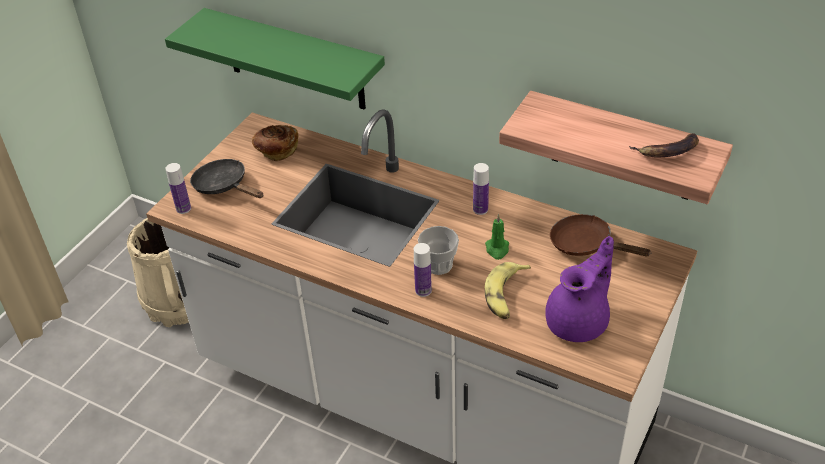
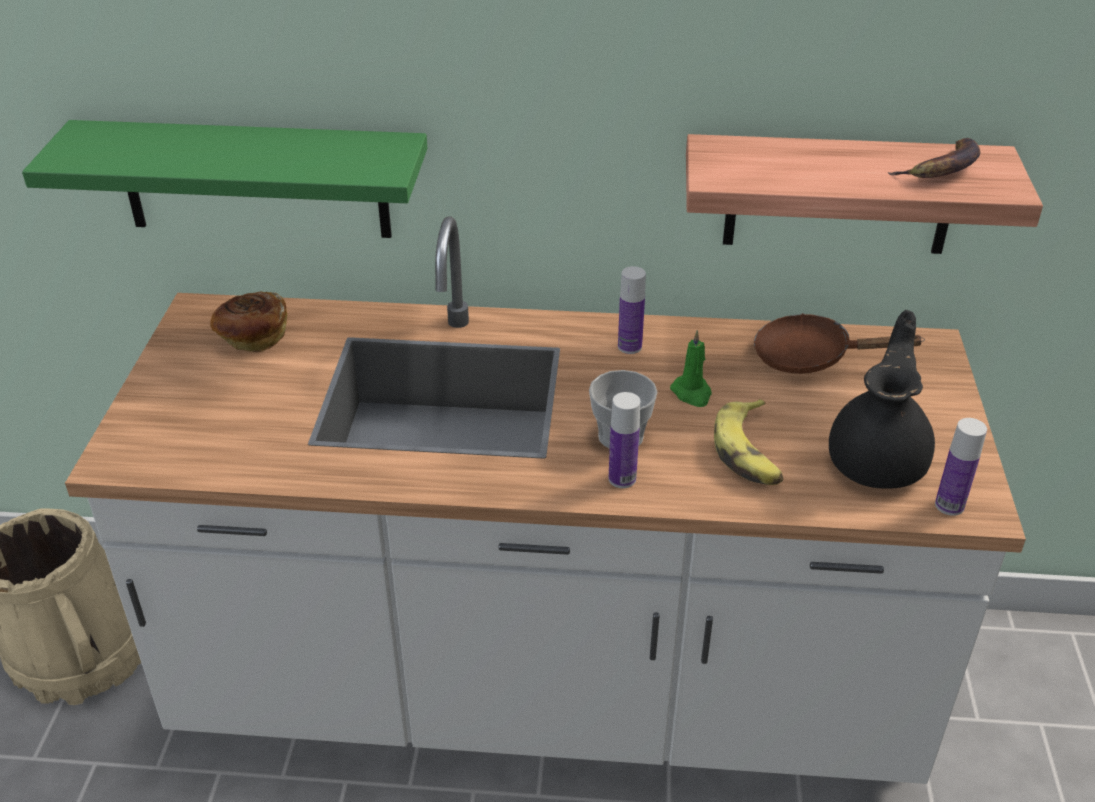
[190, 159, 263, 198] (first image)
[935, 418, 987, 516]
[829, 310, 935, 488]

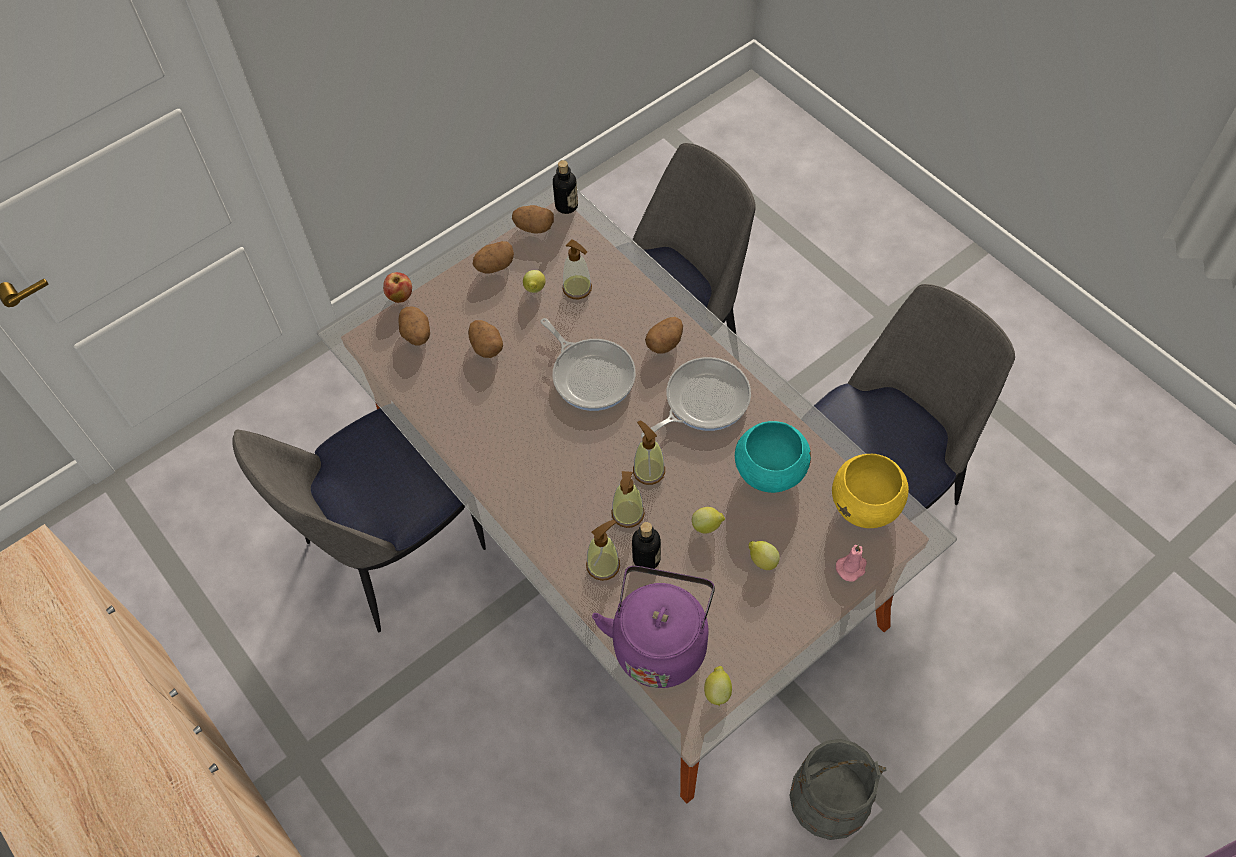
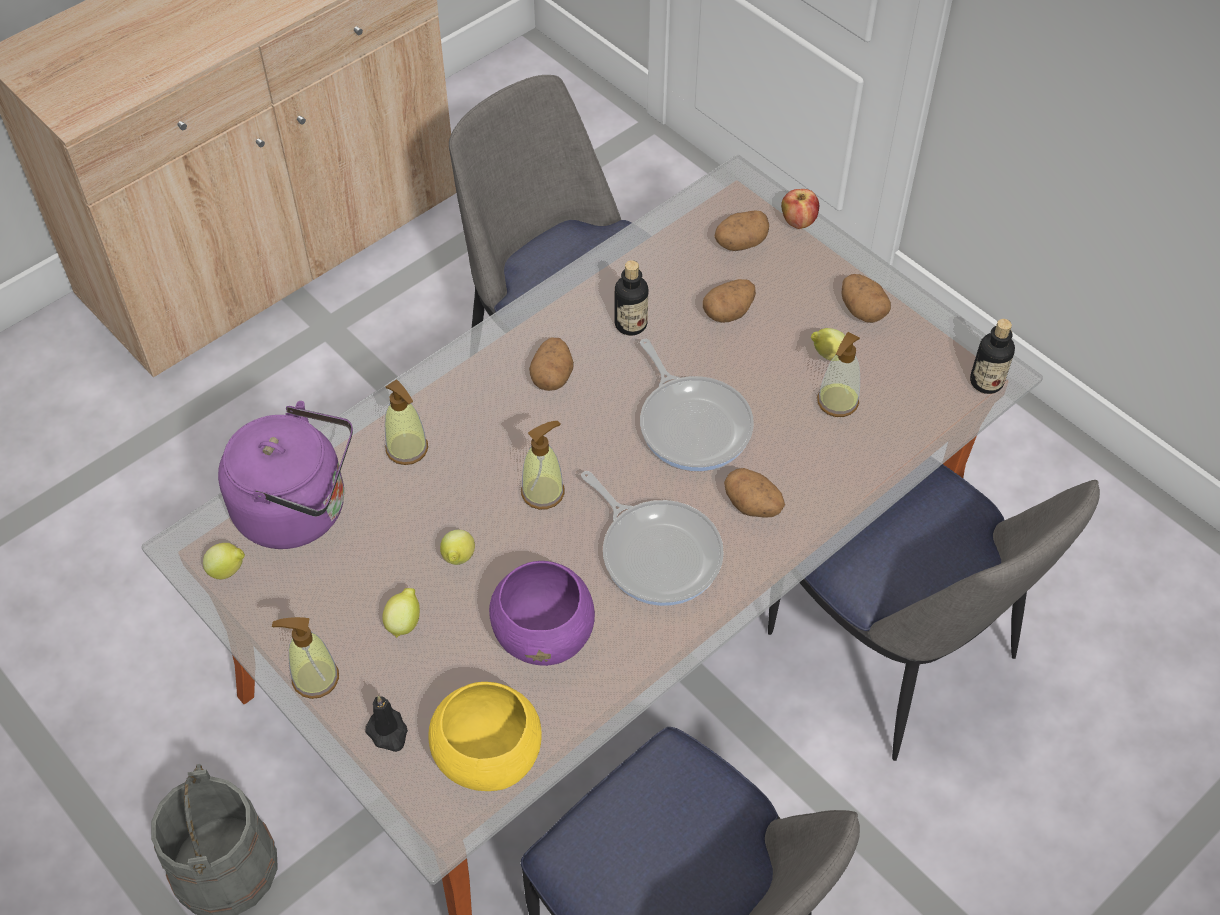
[529, 338, 574, 391]
[640, 339, 754, 471]
[489, 561, 595, 666]
[272, 617, 339, 699]
[614, 260, 648, 335]
[365, 695, 408, 752]

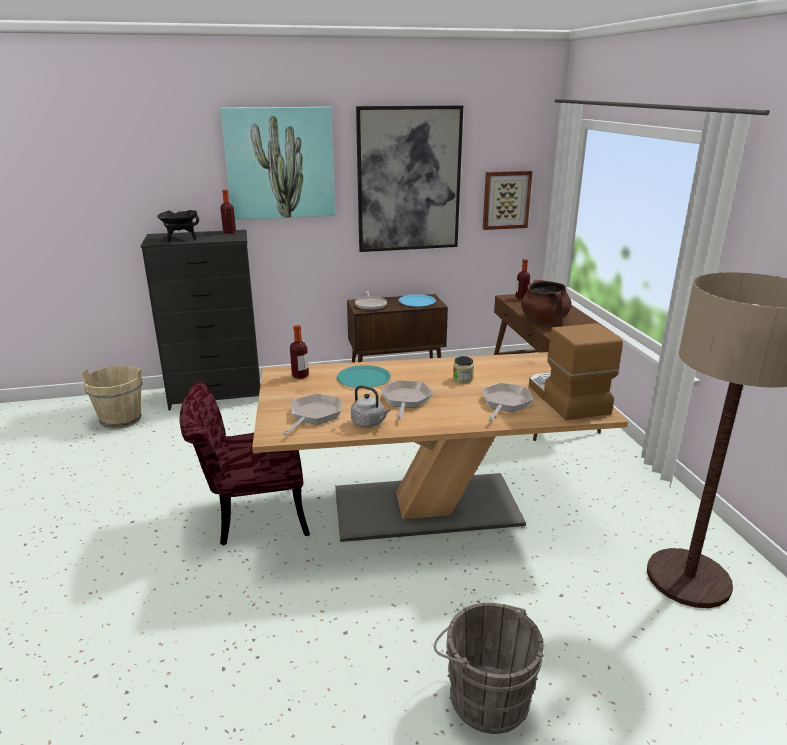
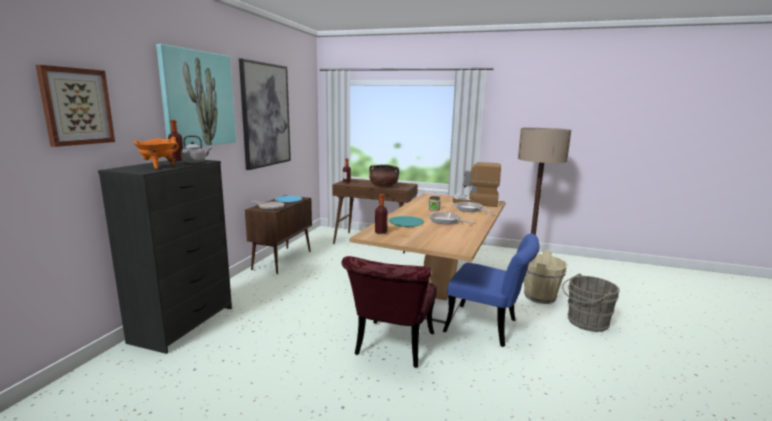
[36, 65, 115, 147]
[133, 137, 179, 169]
[524, 250, 568, 304]
[181, 135, 212, 163]
[284, 393, 342, 435] (first image)
[443, 233, 540, 347]

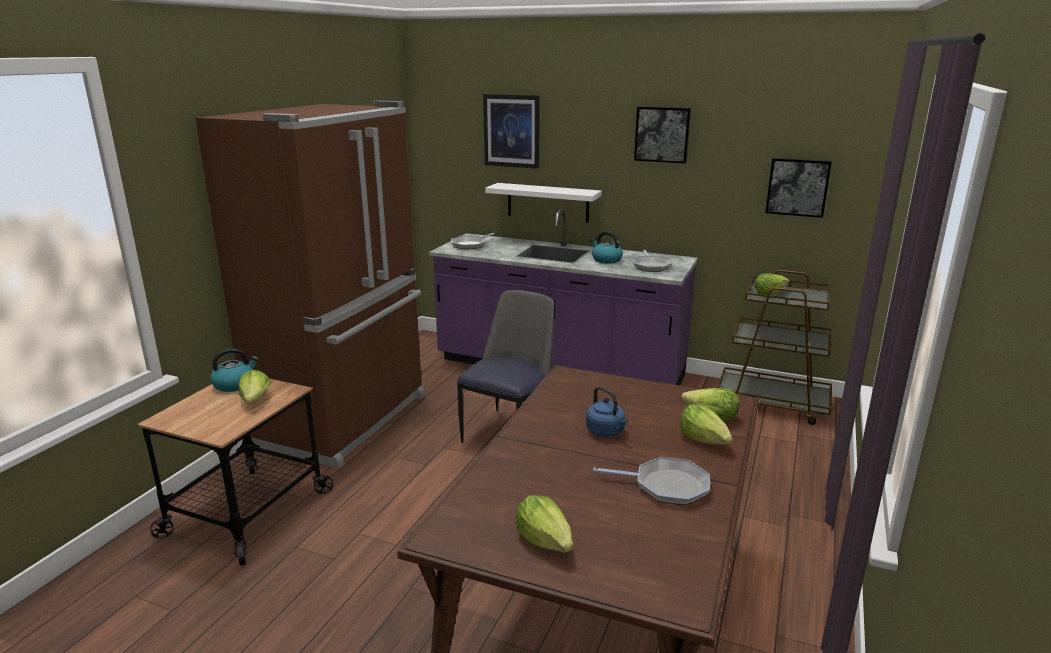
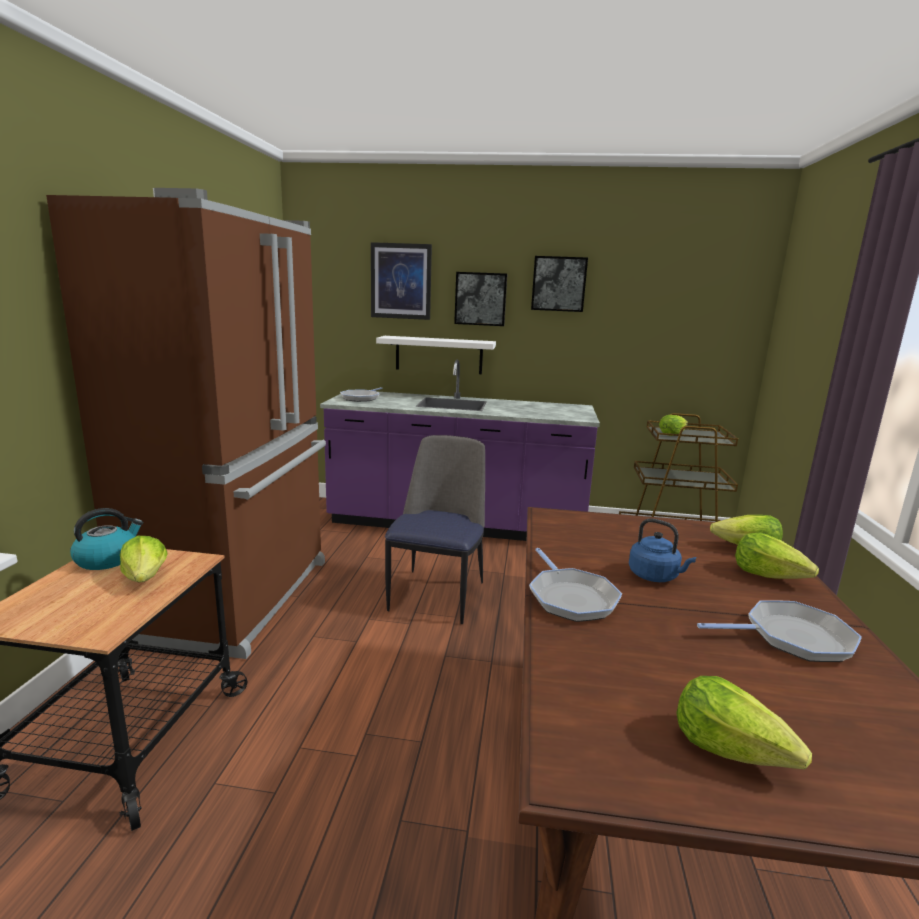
[454, 272, 507, 326]
[591, 231, 623, 264] (first image)
[529, 548, 622, 622]

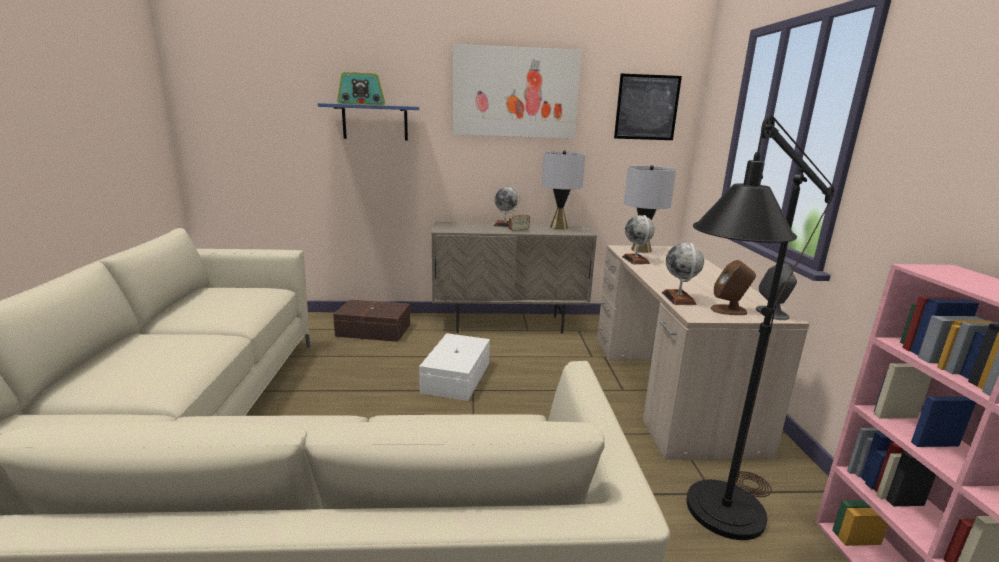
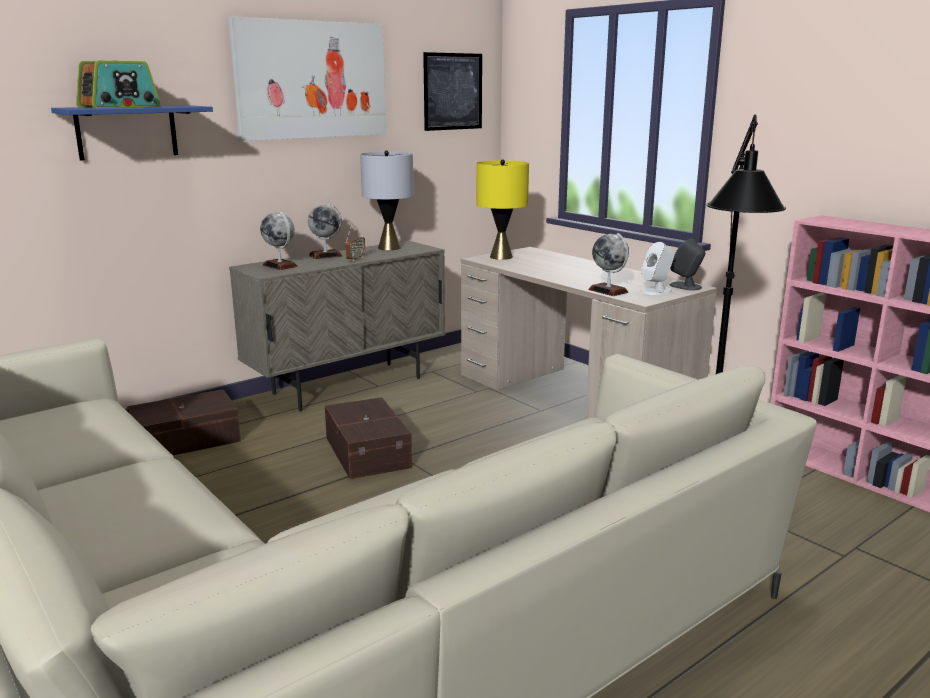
[476, 159, 529, 260]
[260, 211, 298, 270]
[641, 242, 674, 295]
[325, 397, 412, 479]

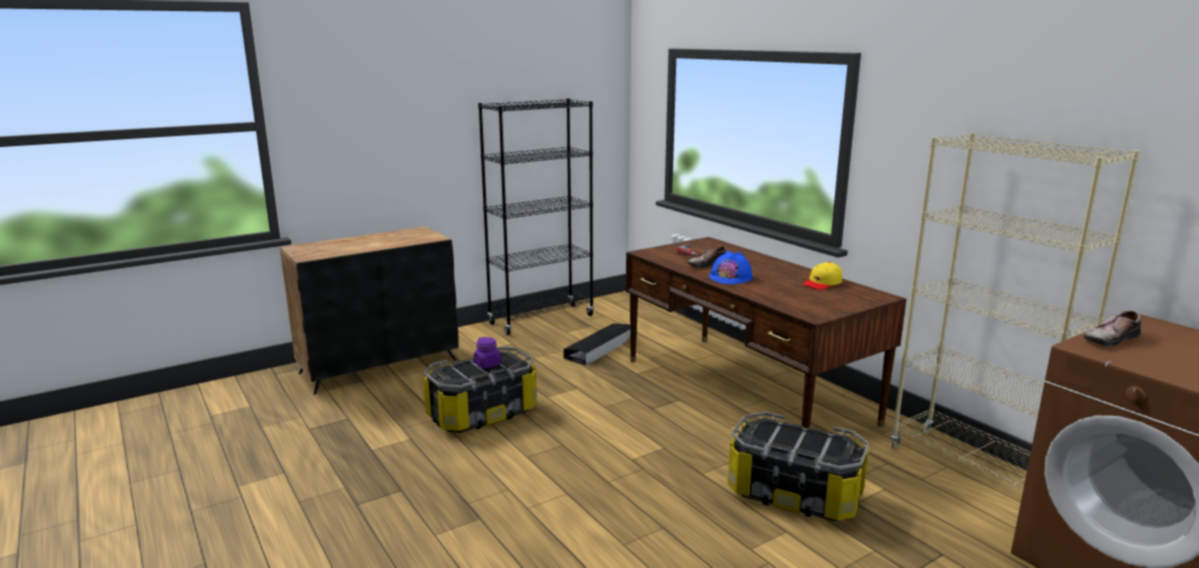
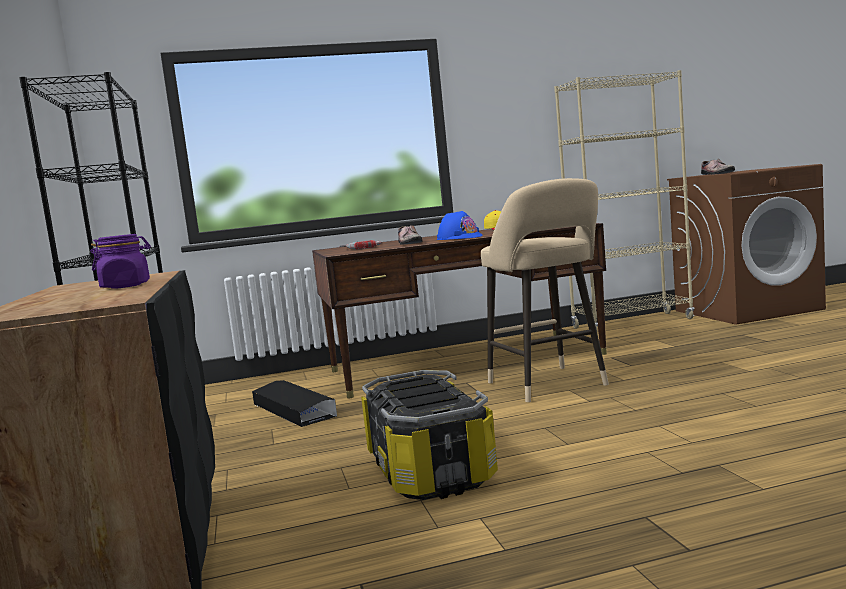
[91, 234, 151, 289]
[728, 412, 869, 521] (first image)
[481, 178, 609, 402]

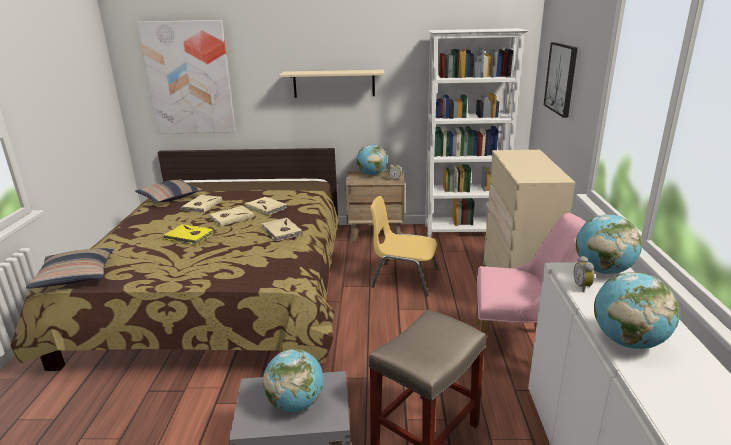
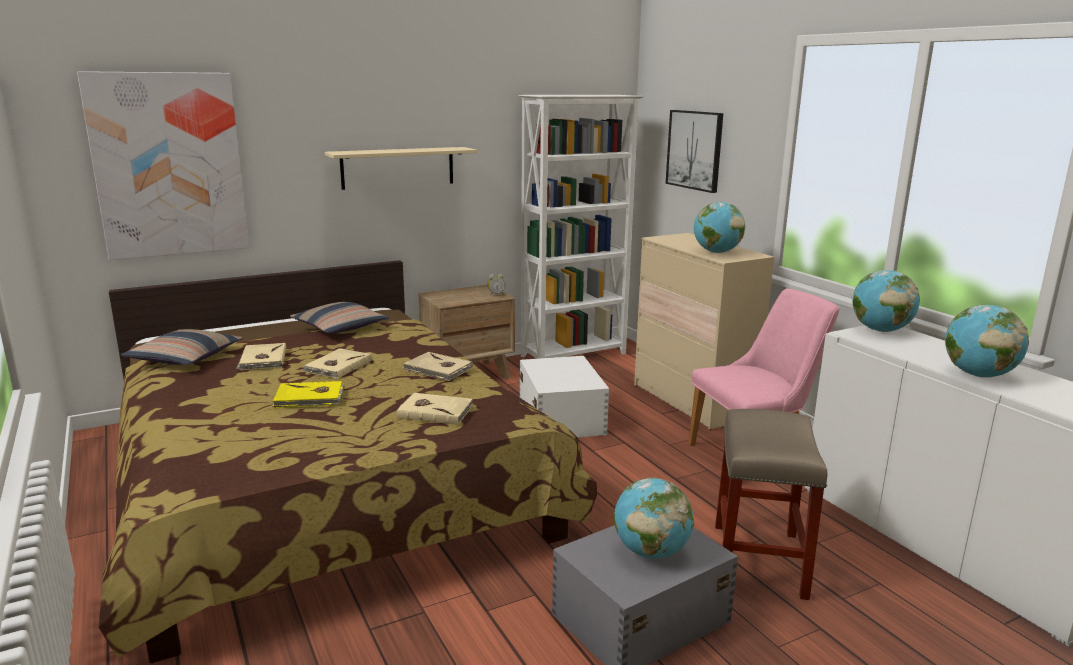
[694, 202, 745, 253]
[519, 356, 609, 437]
[396, 393, 473, 425]
[290, 302, 389, 333]
[574, 256, 594, 292] (first image)

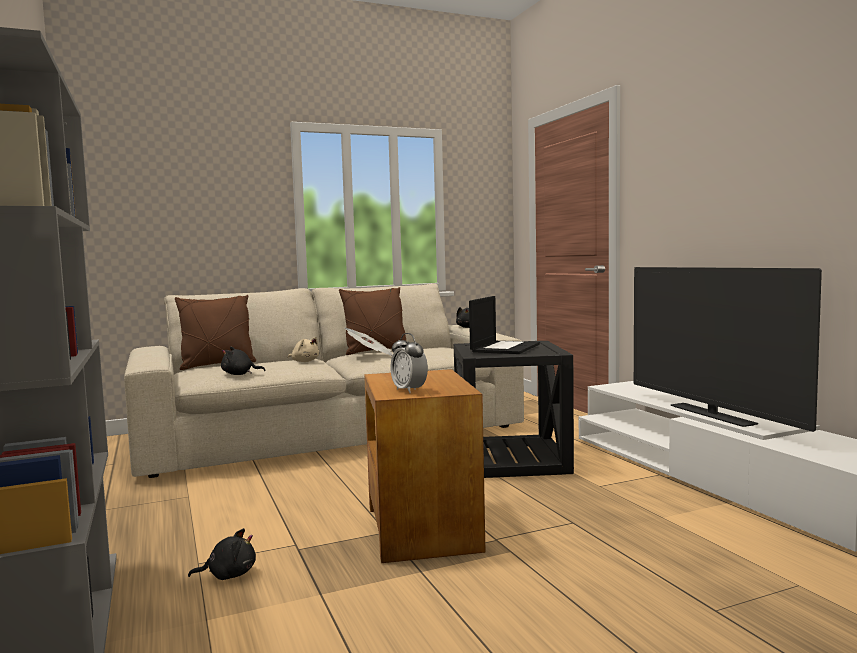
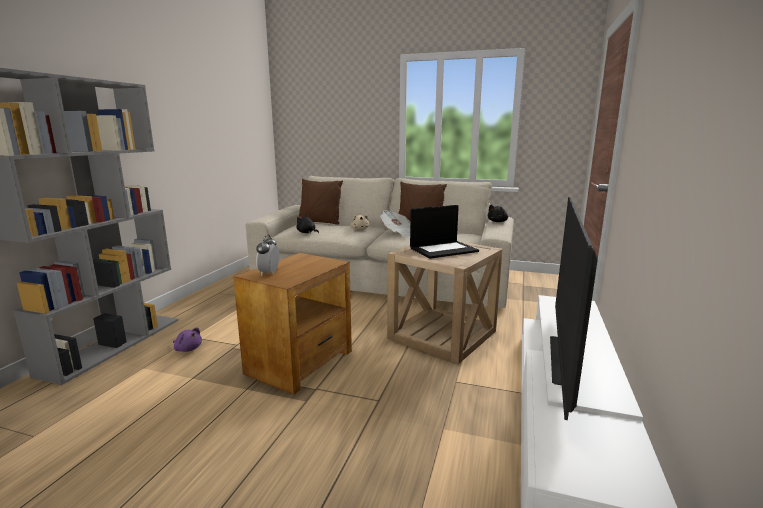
[387, 241, 503, 364]
[173, 327, 202, 352]

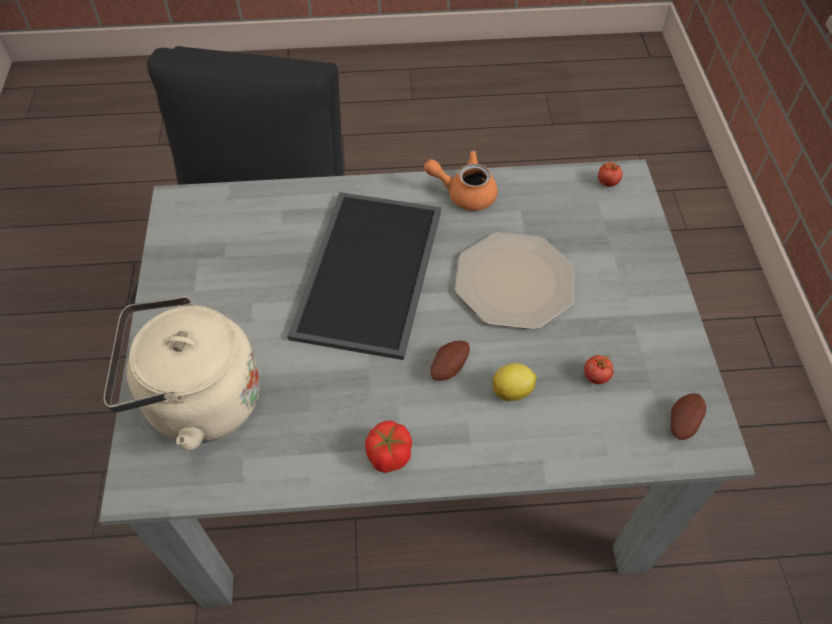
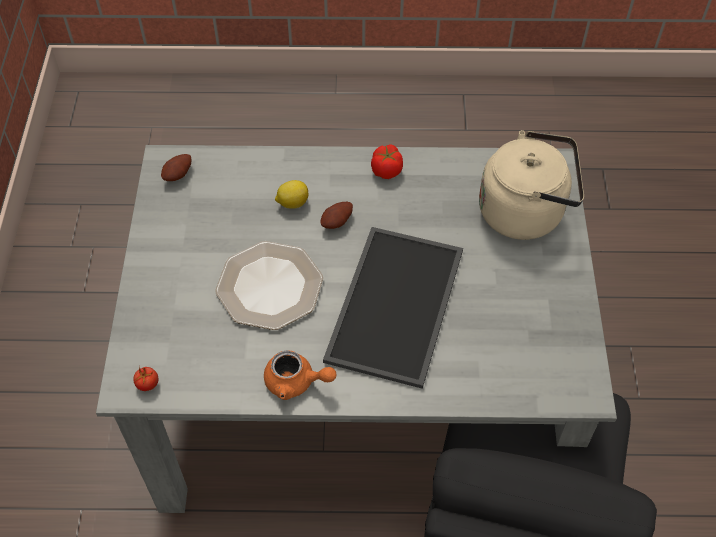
[584, 355, 614, 384] (first image)

